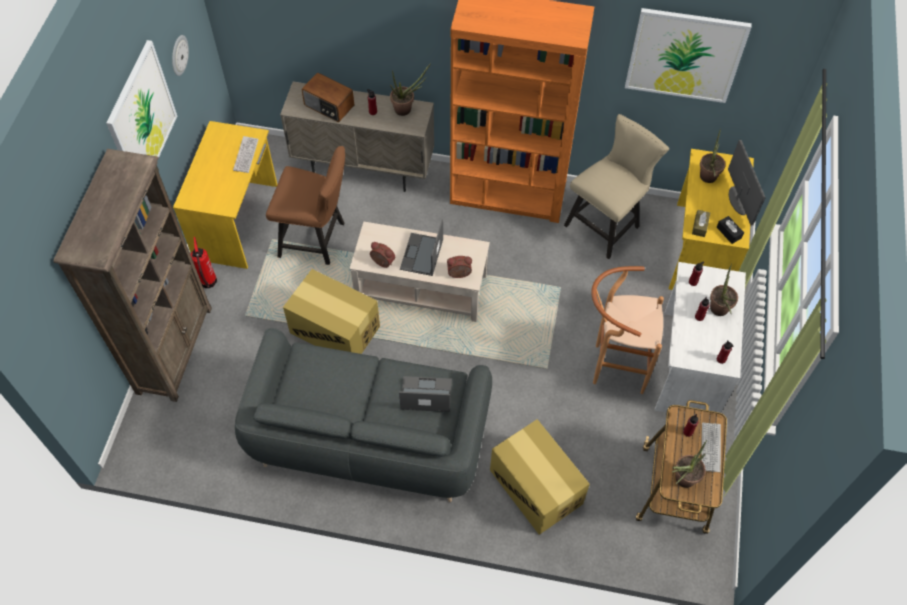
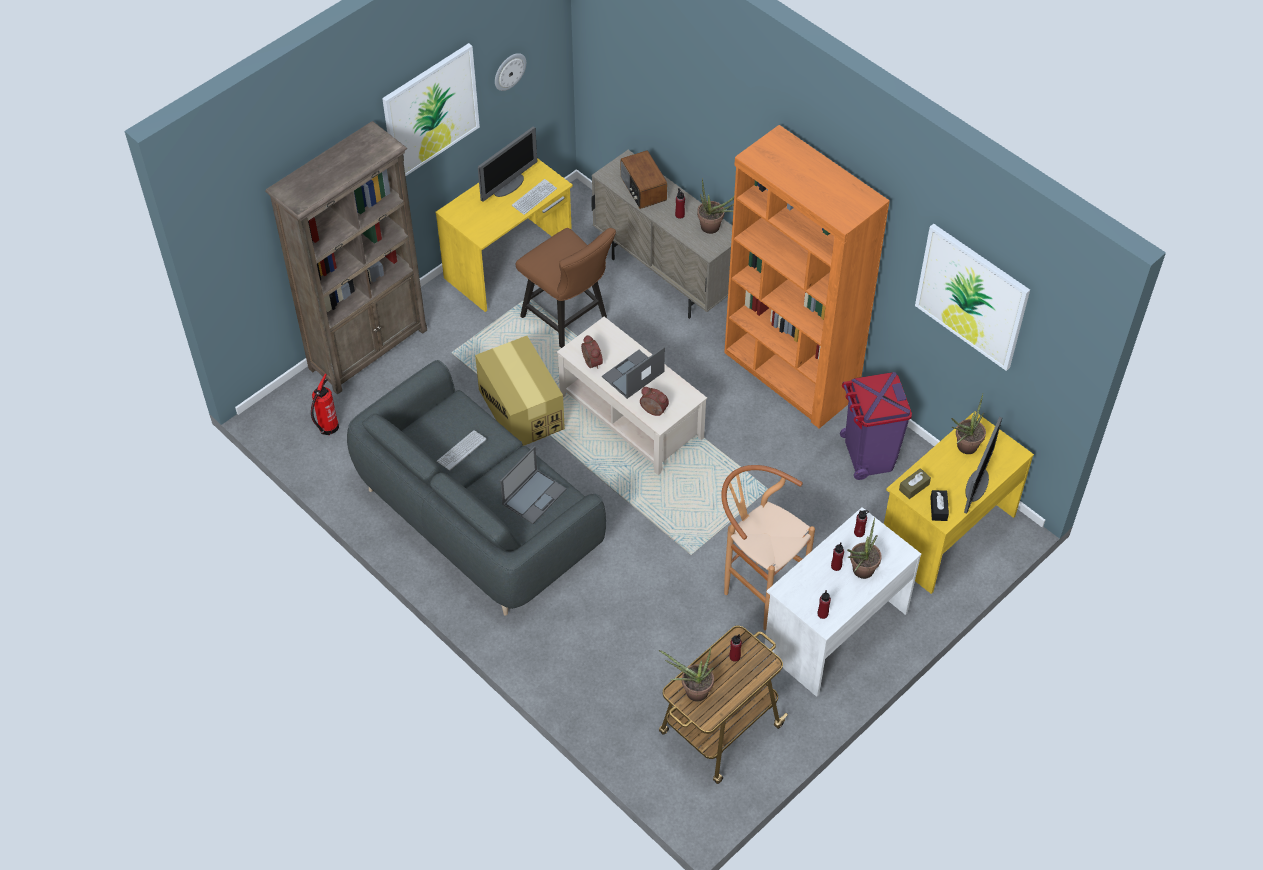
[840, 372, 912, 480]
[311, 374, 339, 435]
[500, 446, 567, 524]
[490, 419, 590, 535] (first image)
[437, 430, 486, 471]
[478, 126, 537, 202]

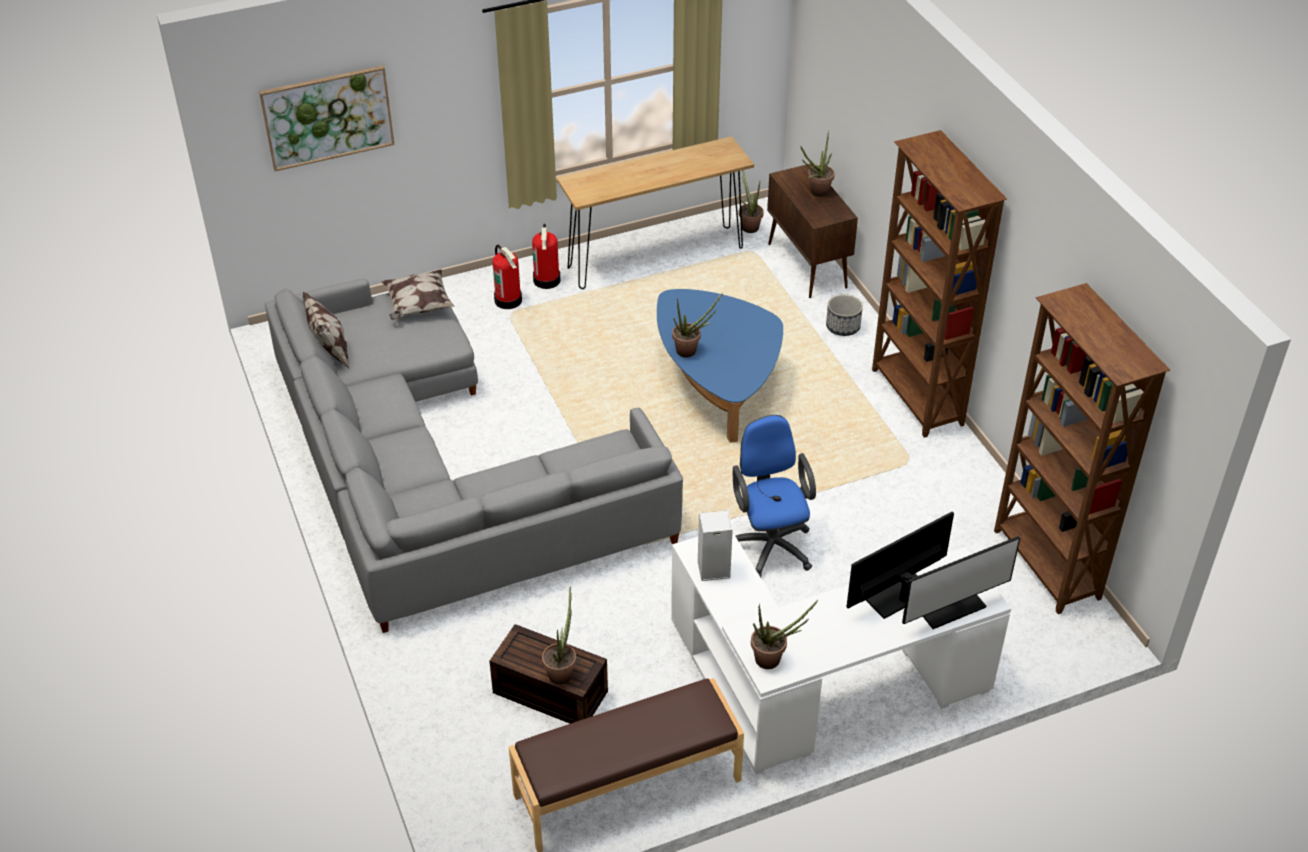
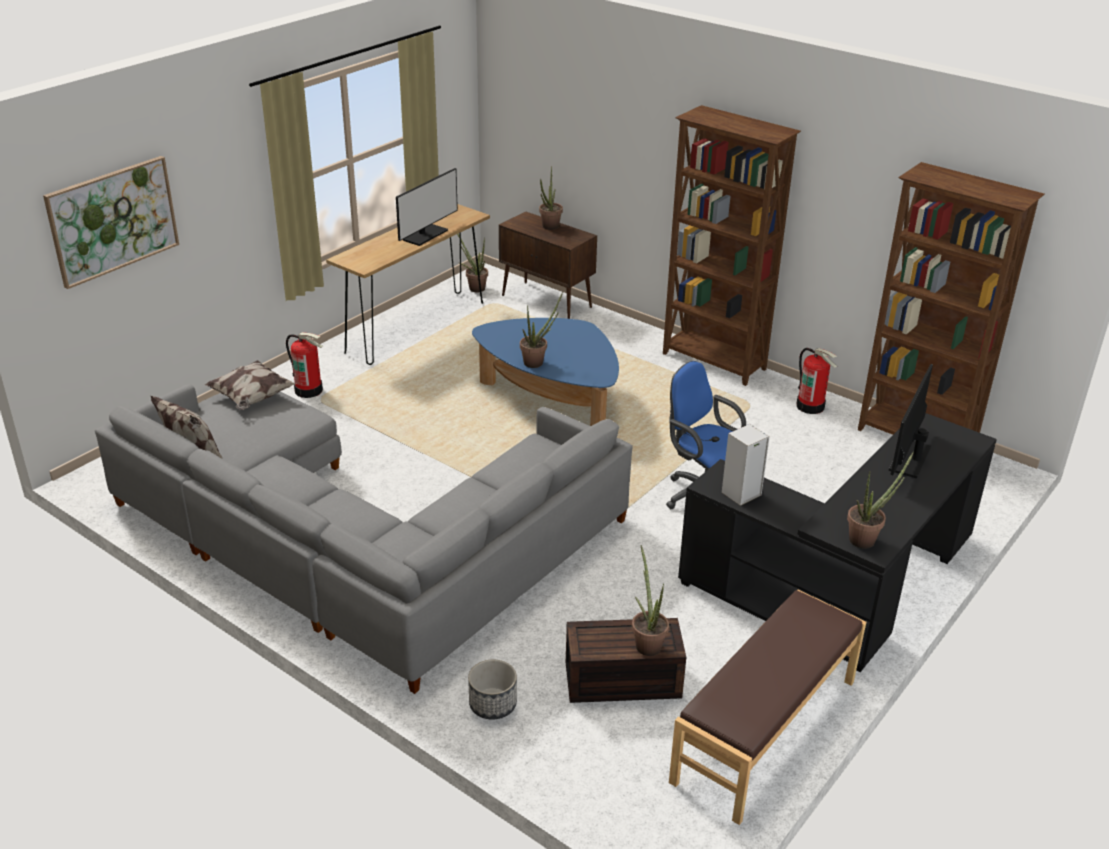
[796, 348, 838, 414]
[468, 659, 517, 720]
[678, 413, 997, 672]
[396, 168, 458, 246]

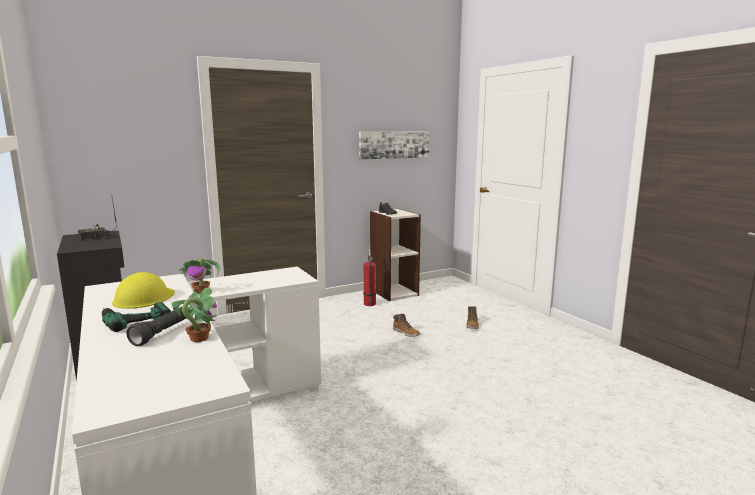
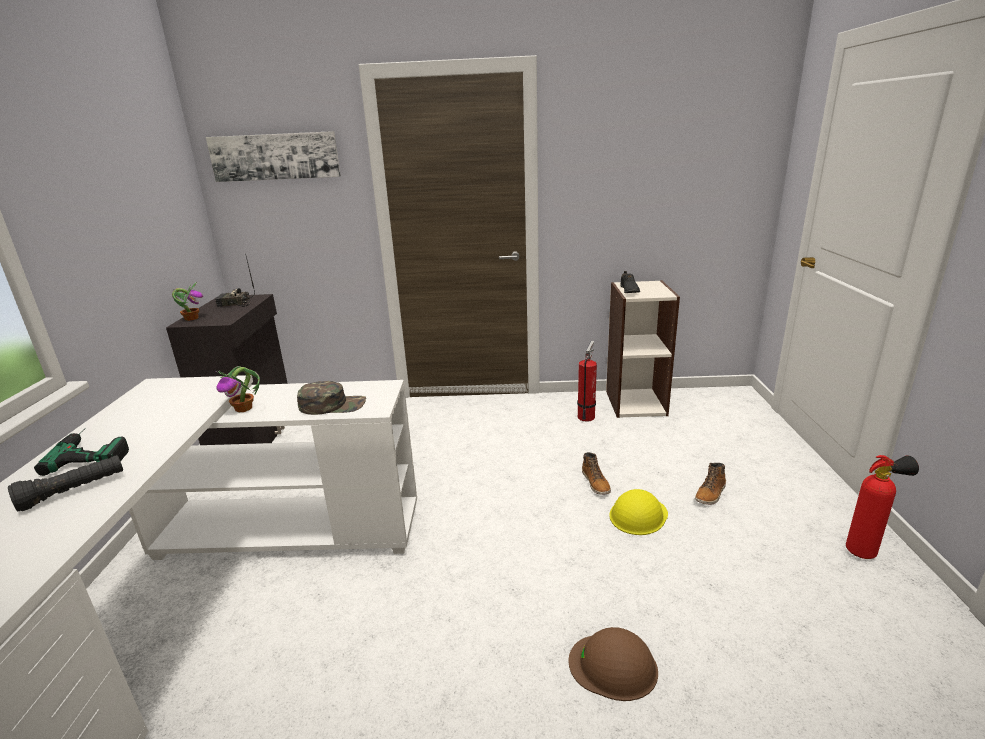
[206, 131, 341, 182]
[609, 489, 668, 535]
[172, 282, 203, 321]
[297, 381, 366, 415]
[846, 455, 919, 559]
[569, 627, 658, 701]

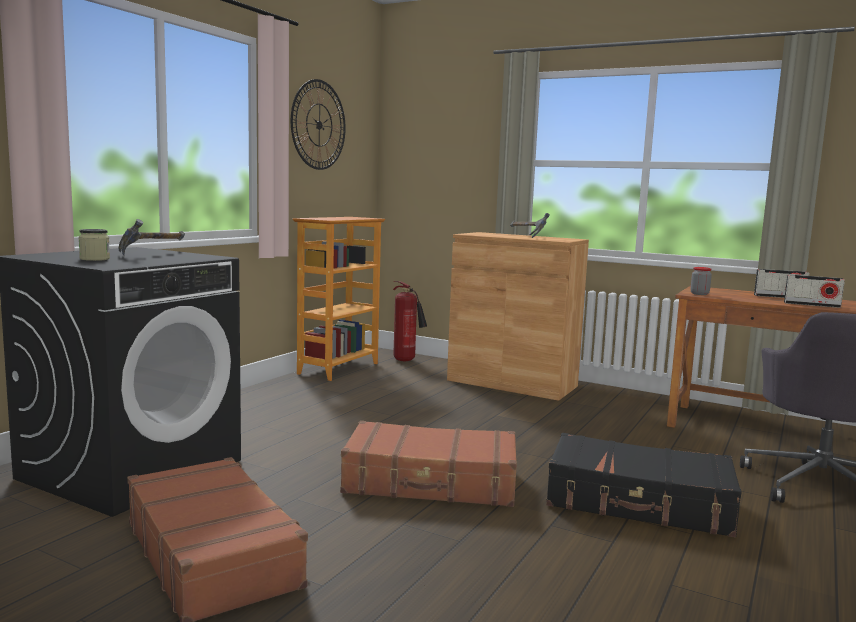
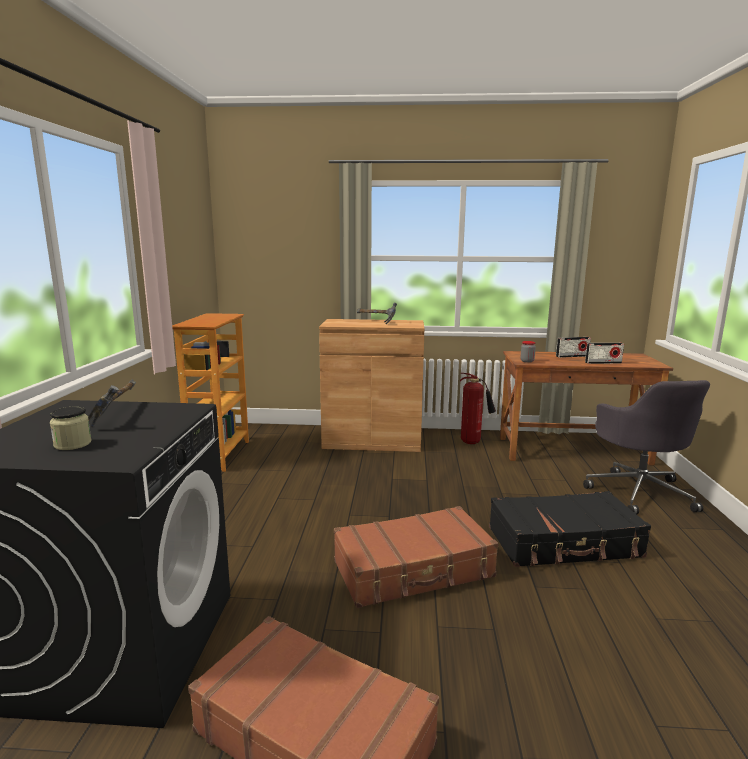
[291, 79, 346, 170] (first image)
[460, 373, 496, 444]

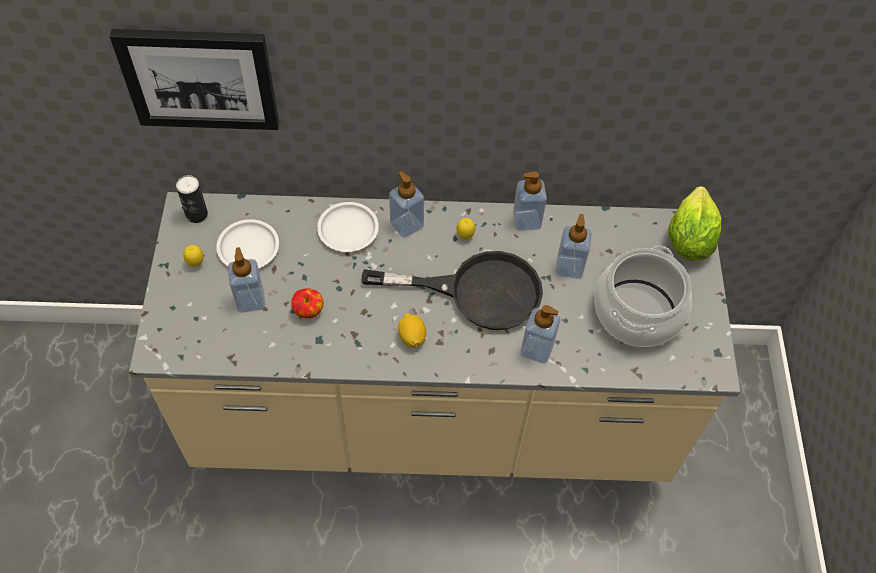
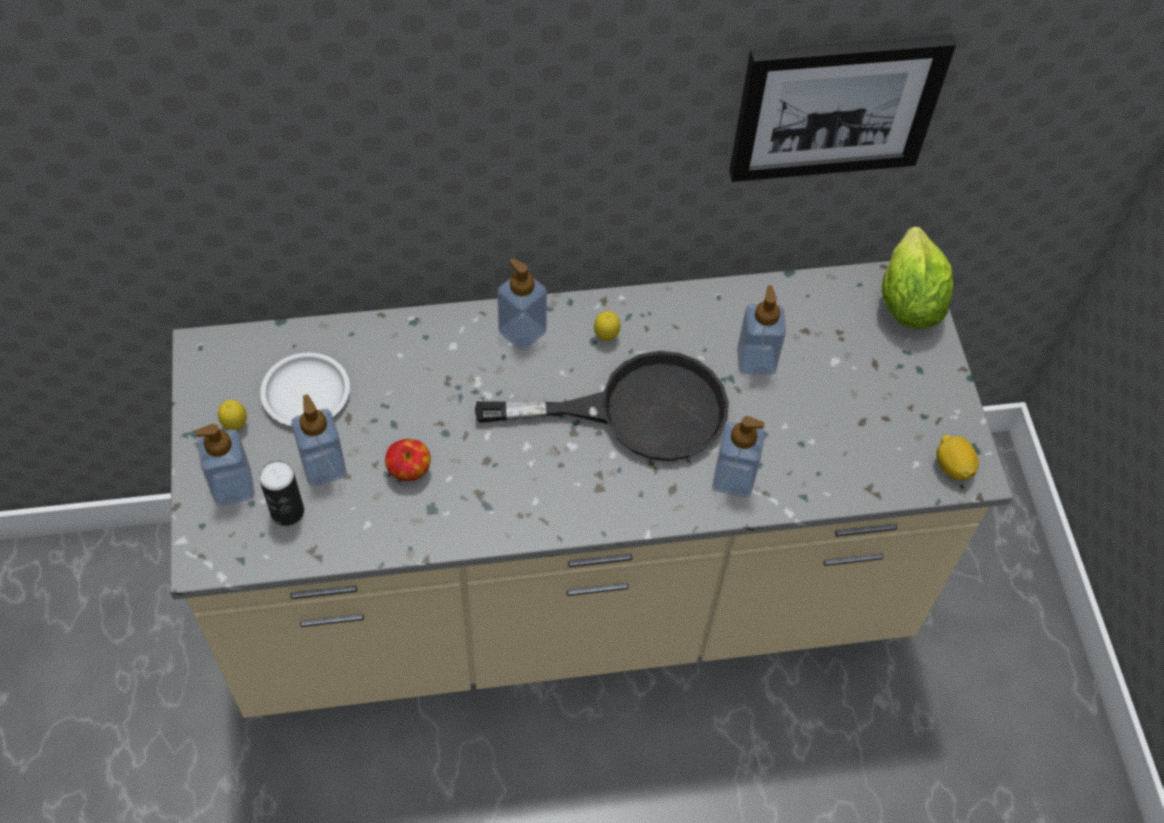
[729, 34, 956, 182]
[195, 424, 255, 506]
[259, 460, 304, 526]
[317, 202, 379, 252] (first image)
[594, 246, 692, 347] (first image)
[936, 435, 979, 480]

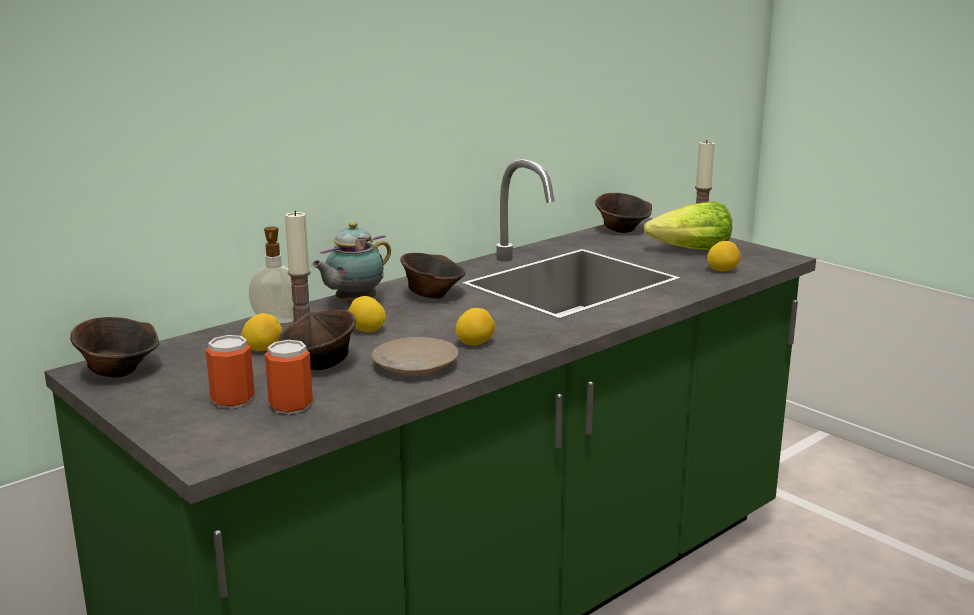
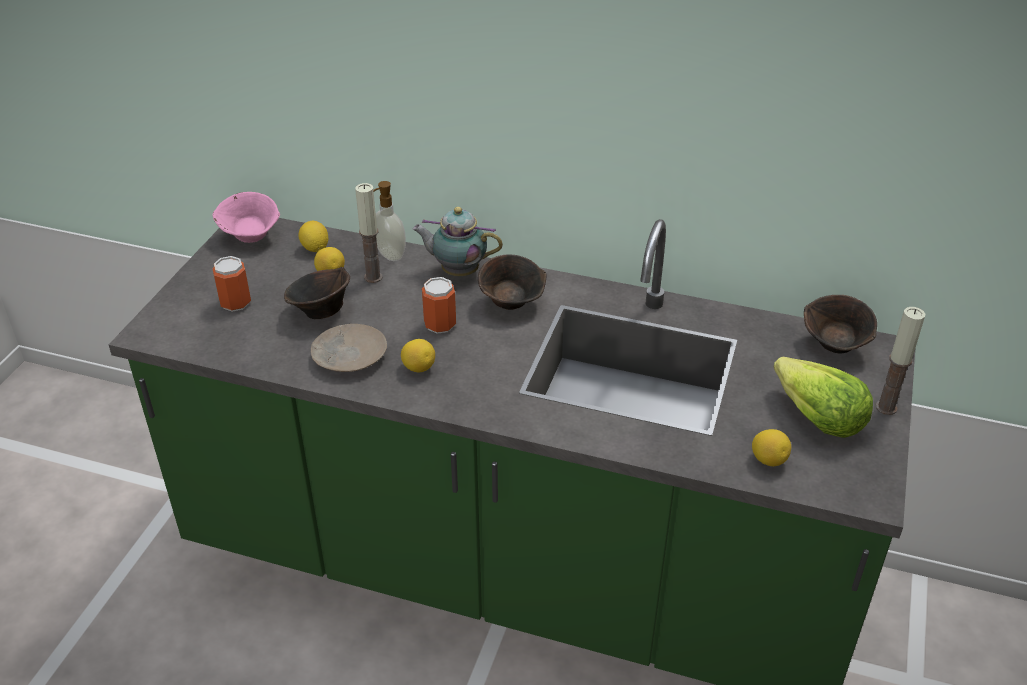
[298, 221, 328, 252]
[212, 192, 280, 243]
[422, 277, 456, 334]

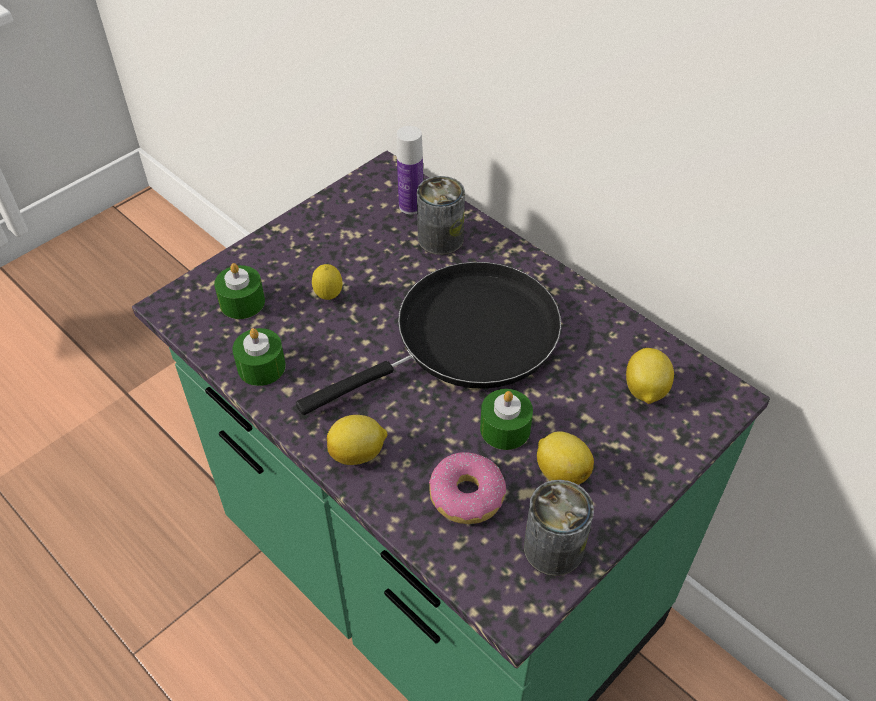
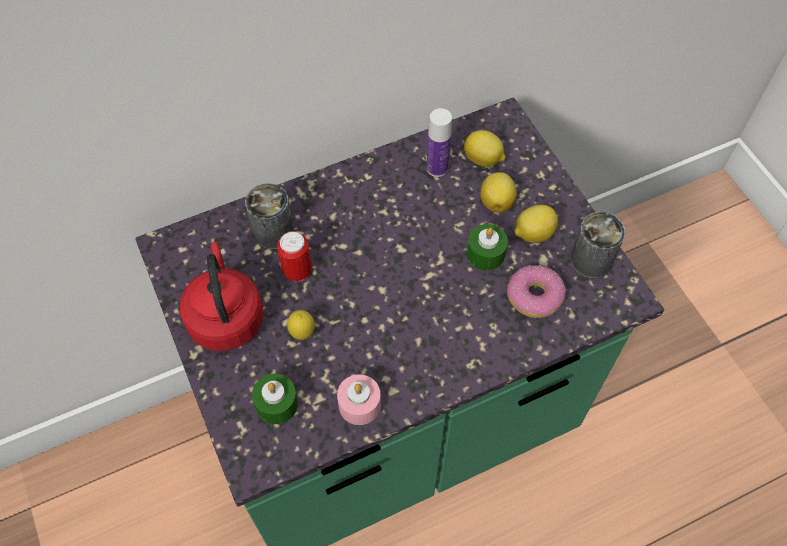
[426, 108, 452, 177]
[296, 262, 561, 415] (first image)
[337, 374, 381, 425]
[480, 172, 517, 213]
[277, 231, 312, 281]
[180, 242, 263, 351]

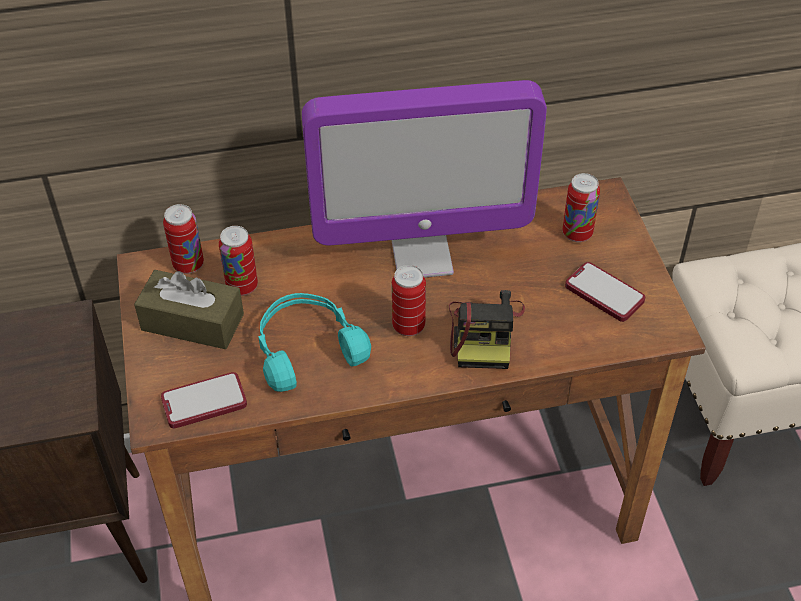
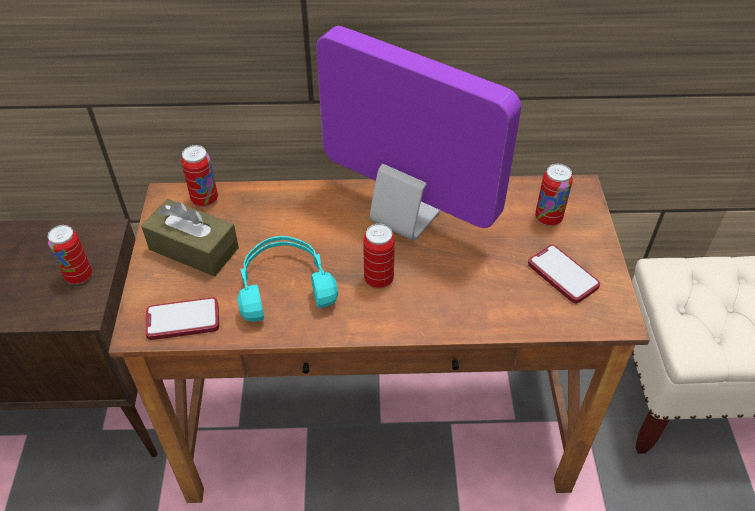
[316, 26, 521, 241]
[48, 225, 92, 284]
[449, 290, 525, 369] (first image)

